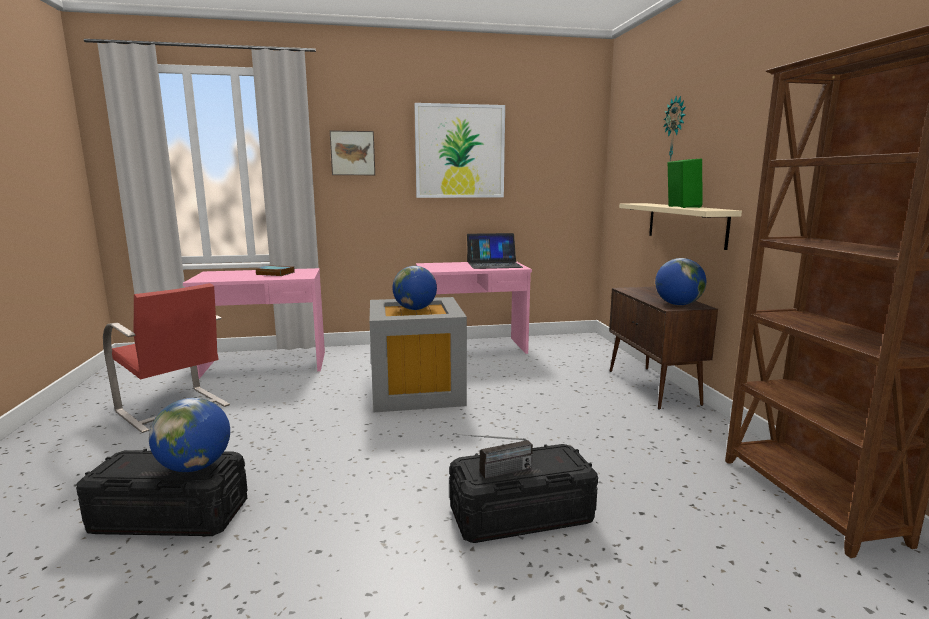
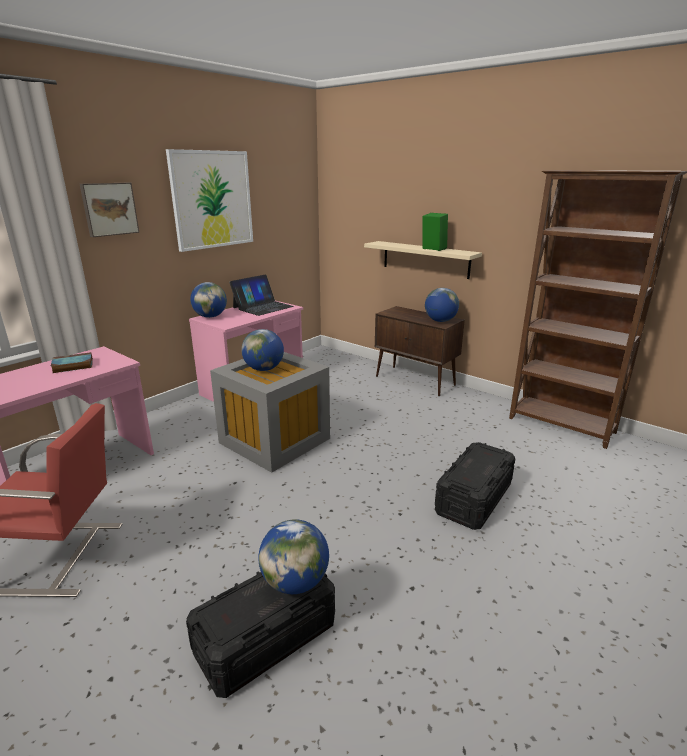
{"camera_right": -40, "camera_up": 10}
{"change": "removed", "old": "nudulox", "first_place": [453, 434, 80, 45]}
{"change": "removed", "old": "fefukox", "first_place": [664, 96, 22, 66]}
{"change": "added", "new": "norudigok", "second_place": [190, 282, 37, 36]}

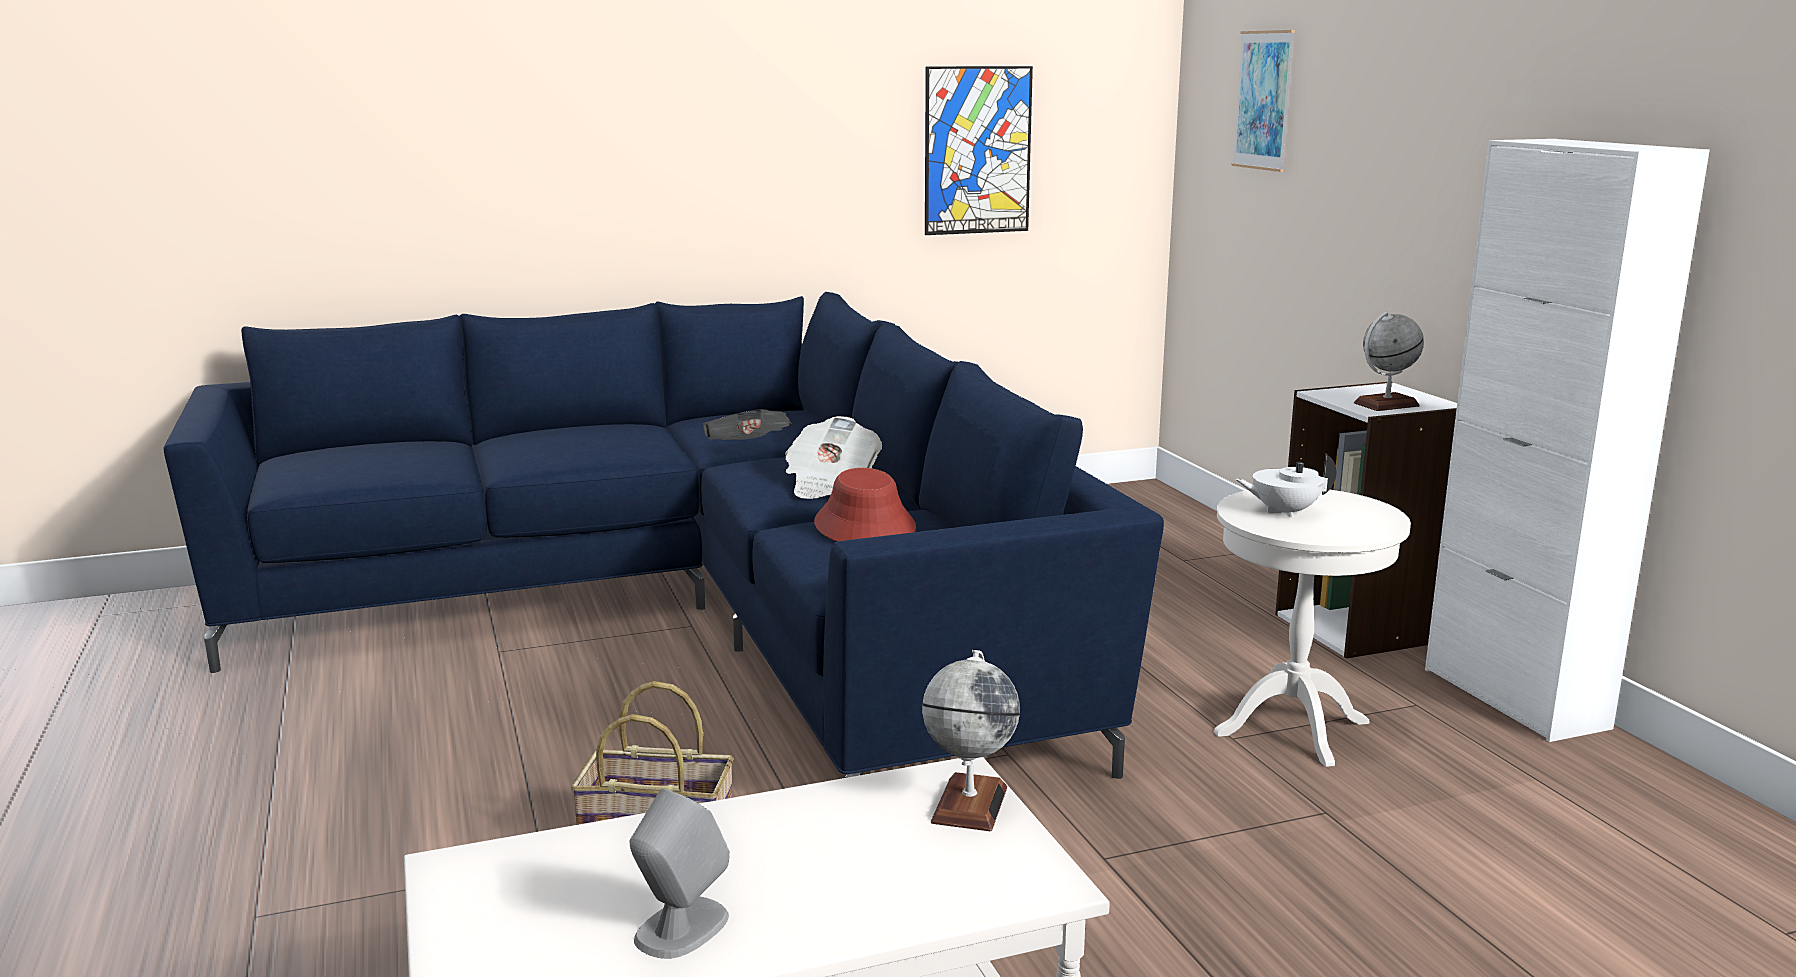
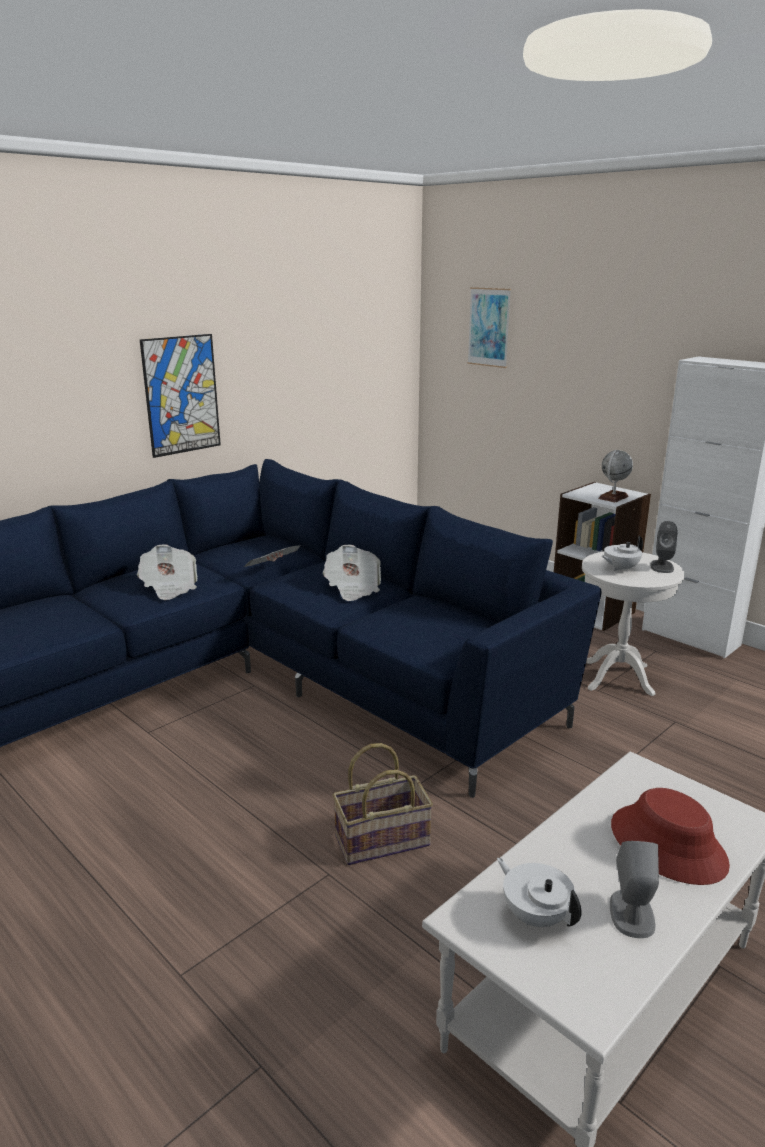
{"camera_right": -25, "camera_up": 5}
{"change": "removed", "old": "norudigok", "first_place": [922, 650, 98, 181]}
{"change": "added", "new": "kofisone", "second_place": [137, 544, 60, 56]}
{"change": "added", "new": "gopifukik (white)", "second_place": [497, 858, 84, 69]}
{"change": "added", "new": "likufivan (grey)", "second_place": [650, 521, 28, 52]}
{"change": "moved", "old": "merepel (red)", "first_place": [814, 468, 102, 74], "second_place": [611, 788, 119, 97]}
{"change": "moved", "old": "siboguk", "first_place": [925, 66, 108, 169], "second_place": [140, 334, 81, 124]}

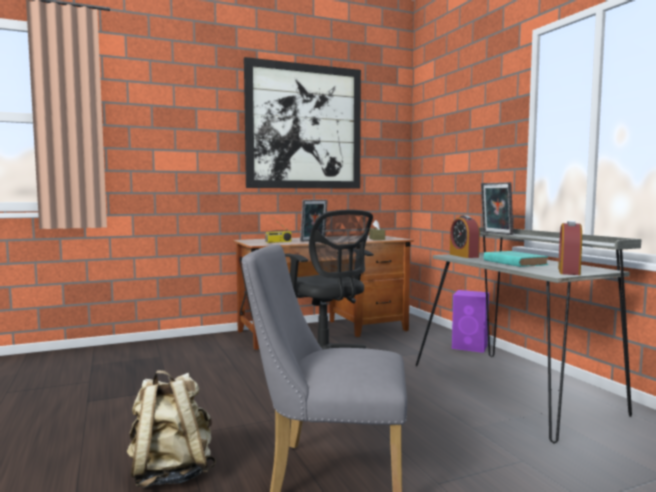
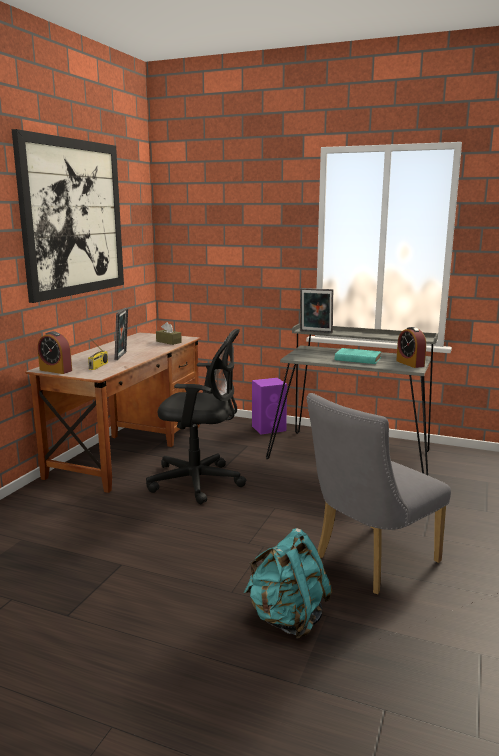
{"camera_right": -45, "camera_up": 10}
{"change": "moved", "old": "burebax", "first_place": [450, 215, 30, 43], "second_place": [38, 331, 34, 43]}
{"change": "recoloured", "old": "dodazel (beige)", "new": "dodazel (turquoise)", "first_place": [127, 370, 89, 118], "second_place": [244, 528, 88, 111]}

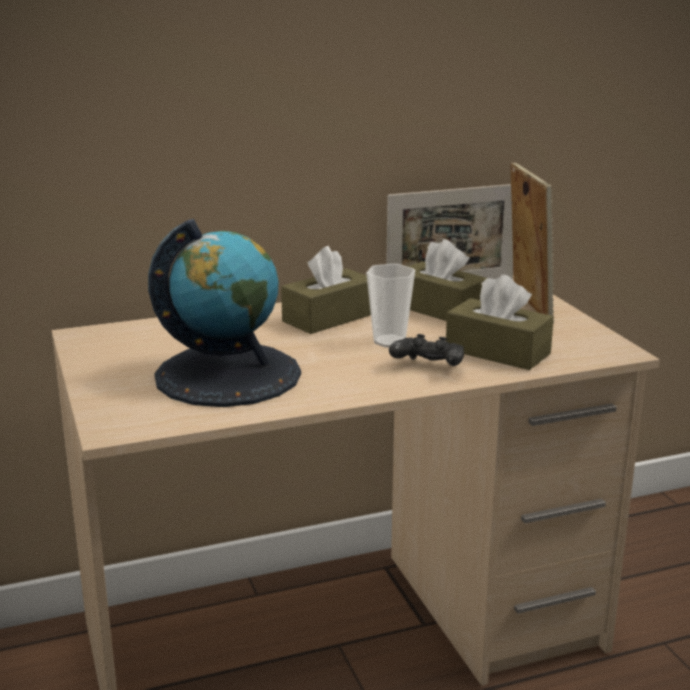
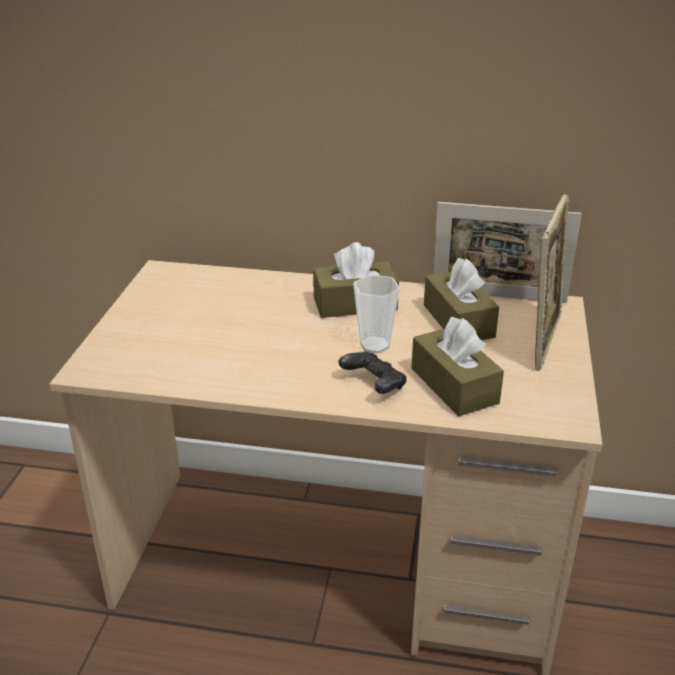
{"camera_right": 30, "camera_up": 10}
{"change": "removed", "old": "norudigok", "first_place": [148, 219, 153, 188]}

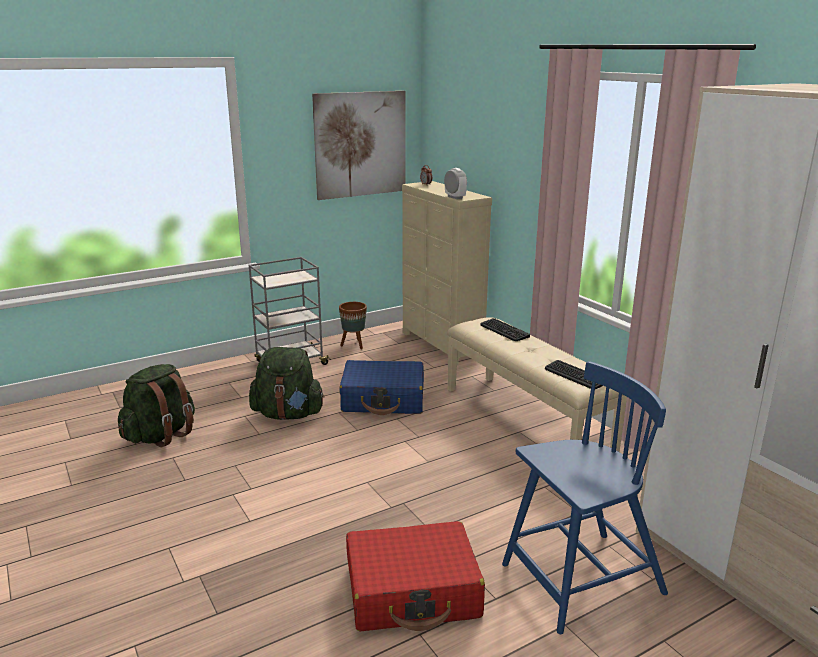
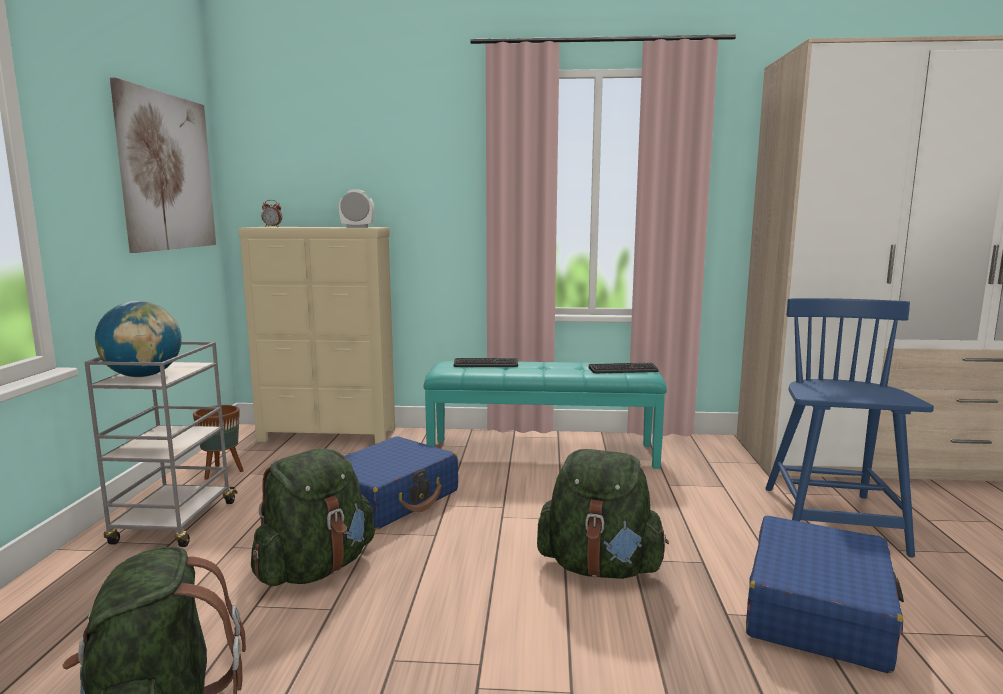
{"camera_right": -55, "camera_up": -10}
{"change": "added", "new": "norudigok", "second_place": [95, 301, 87, 76]}
{"change": "added", "new": "dodazel (green)", "second_place": [537, 449, 132, 130]}
{"change": "recoloured", "old": "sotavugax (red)", "new": "sotavugax (blue)", "first_place": [346, 521, 139, 110], "second_place": [746, 516, 158, 157]}
{"change": "recoloured", "old": "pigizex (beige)", "new": "pigizex (turquoise)", "first_place": [447, 317, 180, 135], "second_place": [424, 361, 243, 108]}

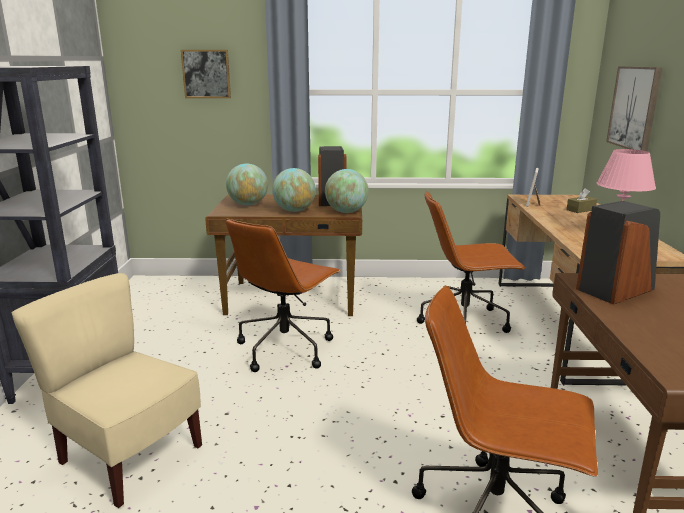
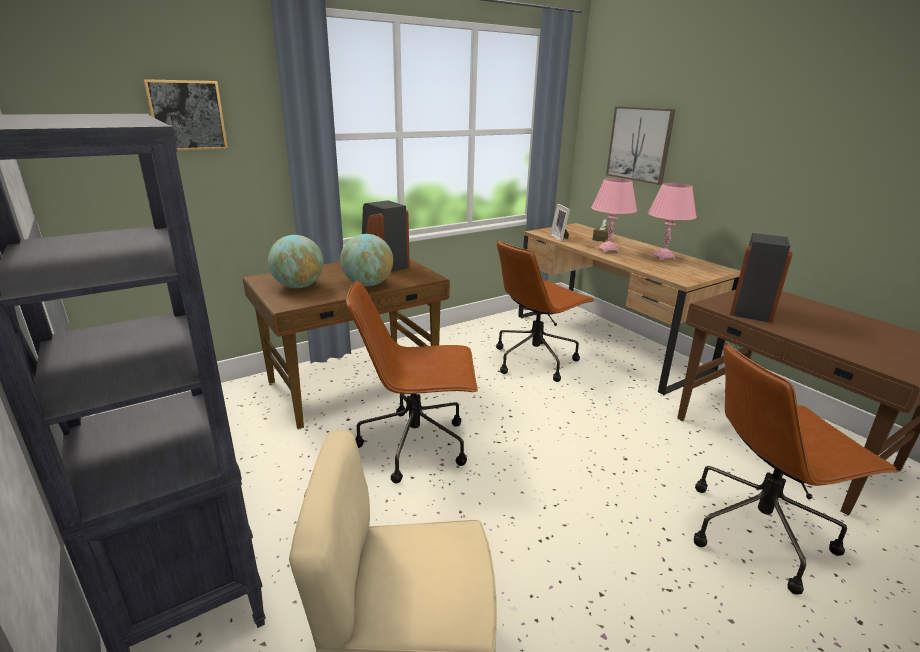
{"camera_right": -35, "camera_up": 5}
{"change": "removed", "old": "norudigok", "first_place": [325, 169, 44, 44]}
{"change": "added", "new": "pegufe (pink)", "second_place": [591, 178, 46, 75]}
{"change": "turned", "old": "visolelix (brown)", "first_place": [226, 219, 114, 153], "second_place": [346, 280, 132, 203], "degrees": 90}

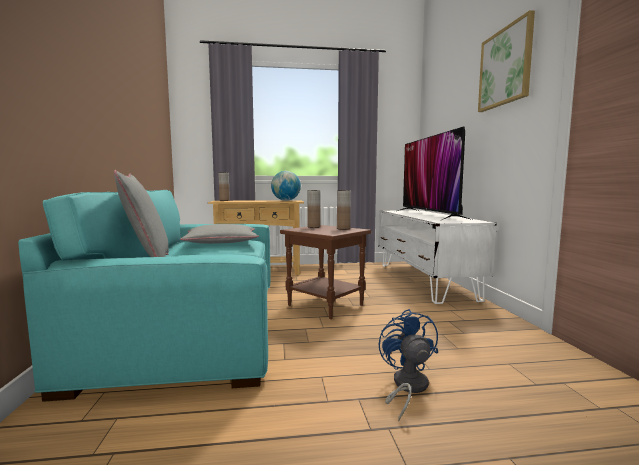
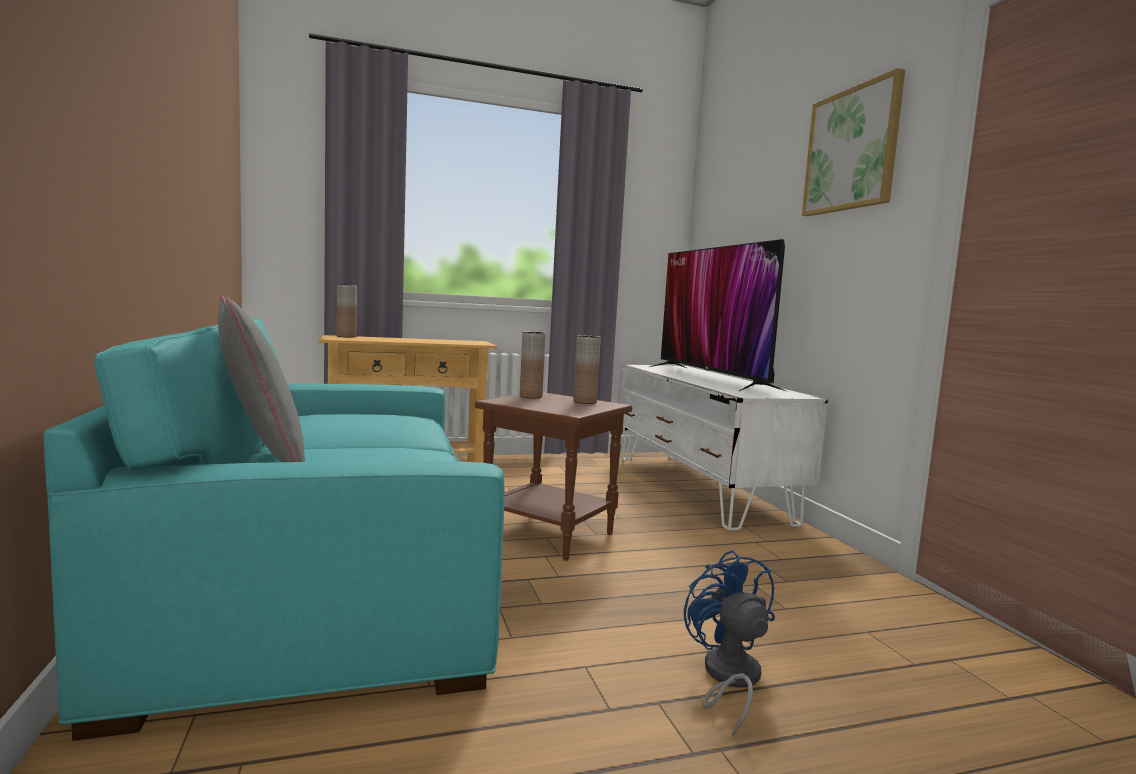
{"camera_right": -10, "camera_up": 0}
{"change": "removed", "old": "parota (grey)", "first_place": [180, 224, 79, 20]}
{"change": "removed", "old": "norudigok", "first_place": [271, 171, 30, 30]}

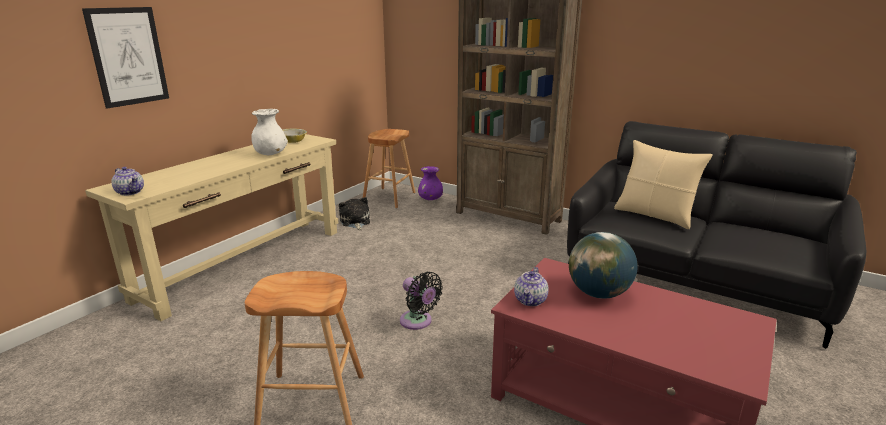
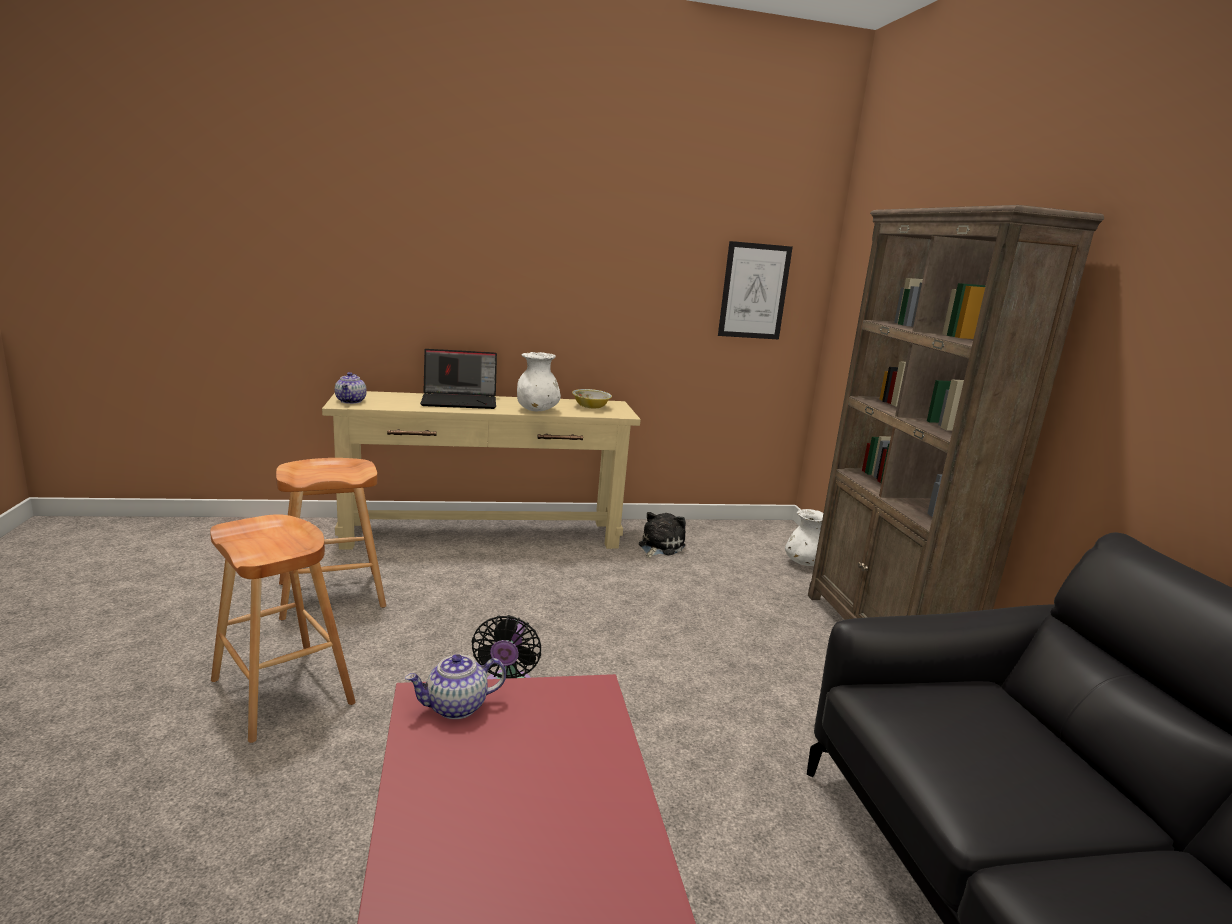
{"camera_right": 45, "camera_up": -5}
{"change": "removed", "old": "norudigok", "first_place": [569, 232, 69, 67]}
{"change": "removed", "old": "parota (beige)", "first_place": [614, 140, 99, 89]}
{"change": "added", "new": "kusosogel", "second_place": [420, 349, 77, 60]}
{"change": "moved", "old": "siboguk", "first_place": [82, 7, 87, 102], "second_place": [718, 241, 75, 98]}
{"change": "moved", "old": "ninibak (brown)", "first_place": [363, 129, 53, 79], "second_place": [276, 458, 110, 162]}
{"change": "recoloured", "old": "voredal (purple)", "new": "voredal (white)", "first_place": [418, 166, 25, 34], "second_place": [785, 509, 38, 57]}

